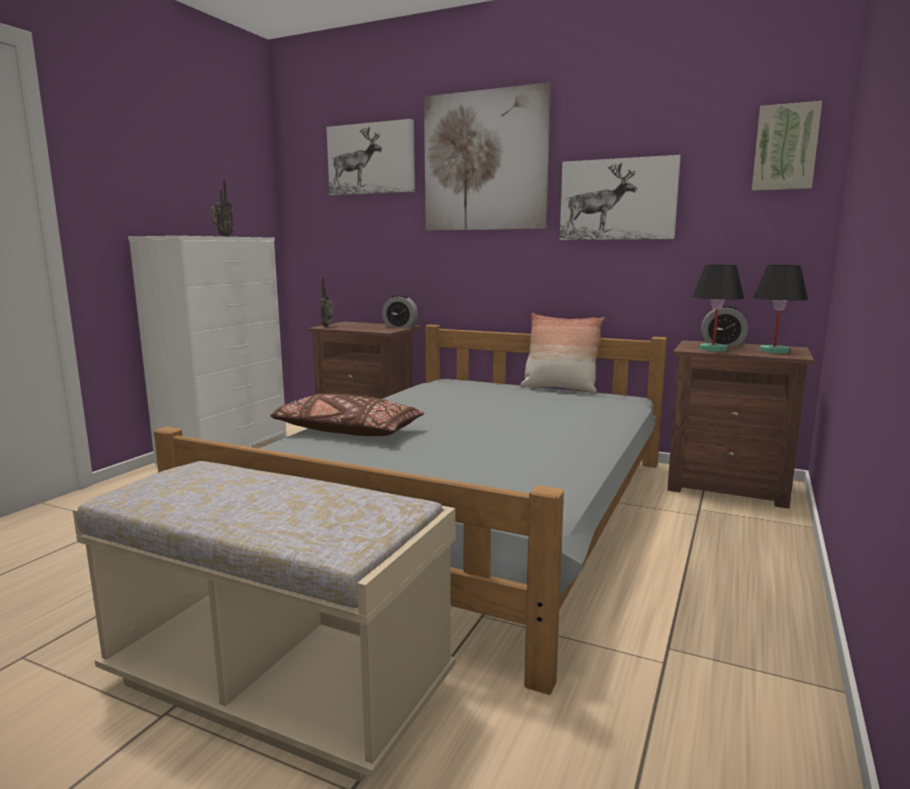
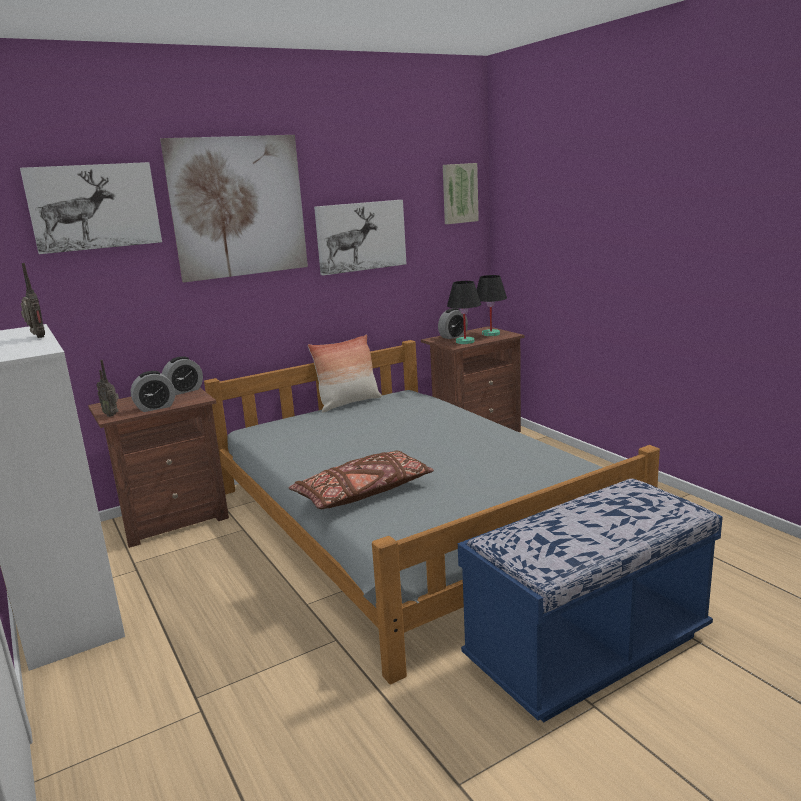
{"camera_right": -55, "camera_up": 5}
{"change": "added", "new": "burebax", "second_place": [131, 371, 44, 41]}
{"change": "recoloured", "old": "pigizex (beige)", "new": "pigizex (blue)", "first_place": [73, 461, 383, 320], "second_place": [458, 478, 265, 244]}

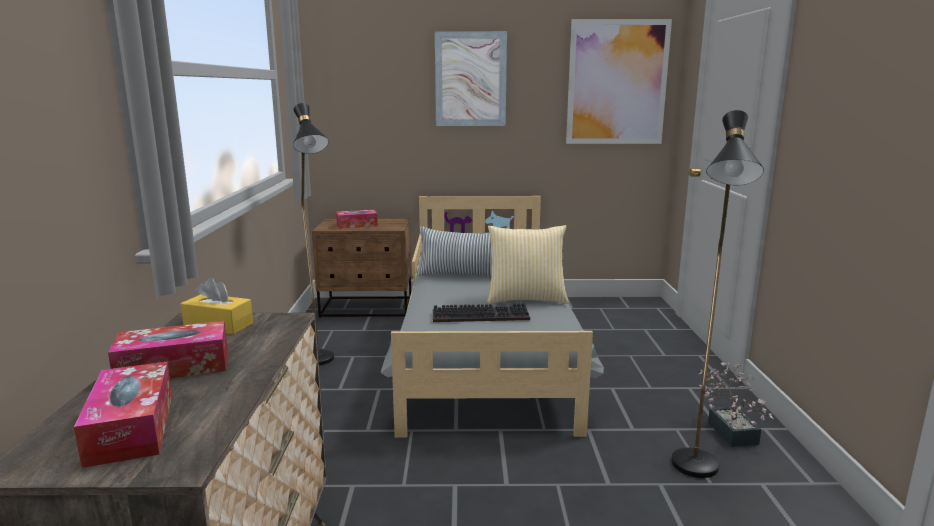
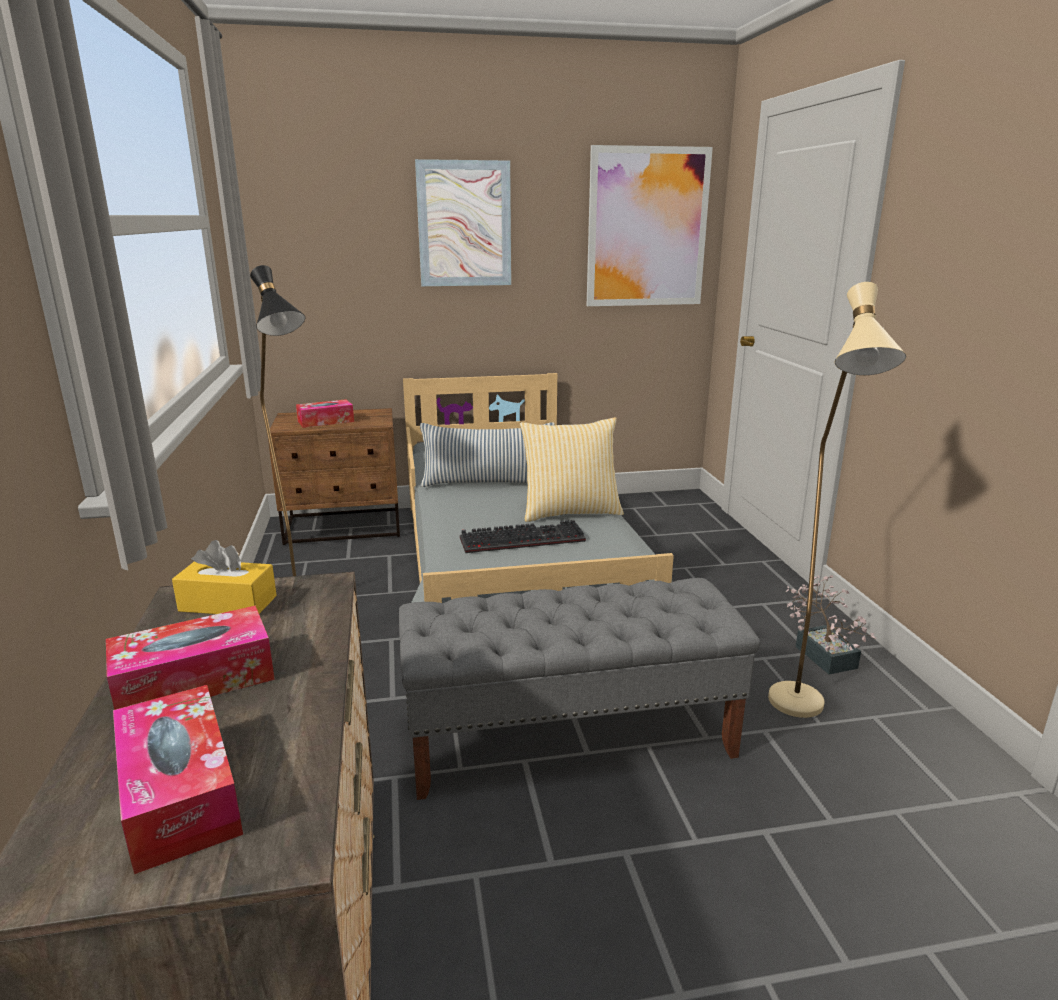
{"camera_right": -10, "camera_up": 5}
{"change": "added", "new": "pigizex (grey)", "second_place": [399, 578, 361, 222]}
{"change": "recoloured", "old": "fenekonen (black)", "new": "fenekonen (beige)", "first_place": [671, 110, 93, 368], "second_place": [768, 282, 138, 436]}

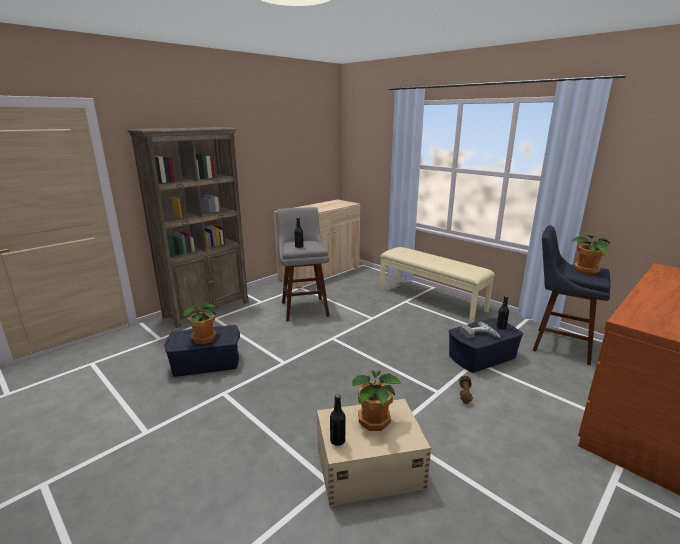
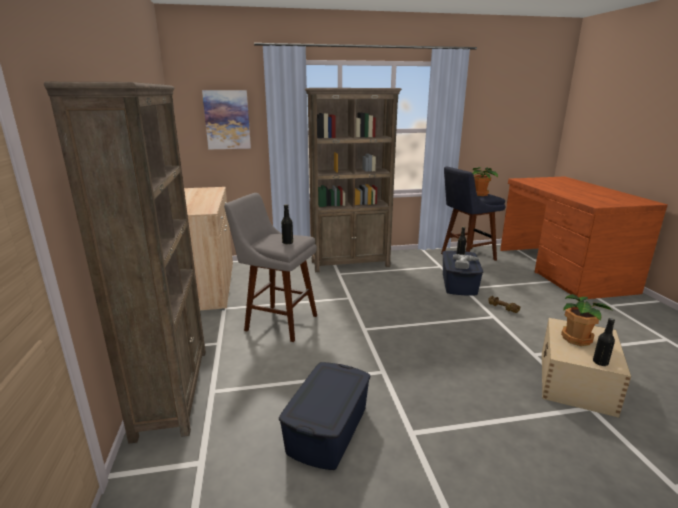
{"camera_right": -55, "camera_up": 0}
{"change": "removed", "old": "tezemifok", "first_place": [183, 303, 34, 41]}
{"change": "added", "new": "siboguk", "second_place": [202, 90, 49, 60]}
{"change": "replaced", "old": "pigizex (beige)", "new": "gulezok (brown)", "first_place": [380, 247, 115, 76], "second_place": [305, 88, 97, 184]}

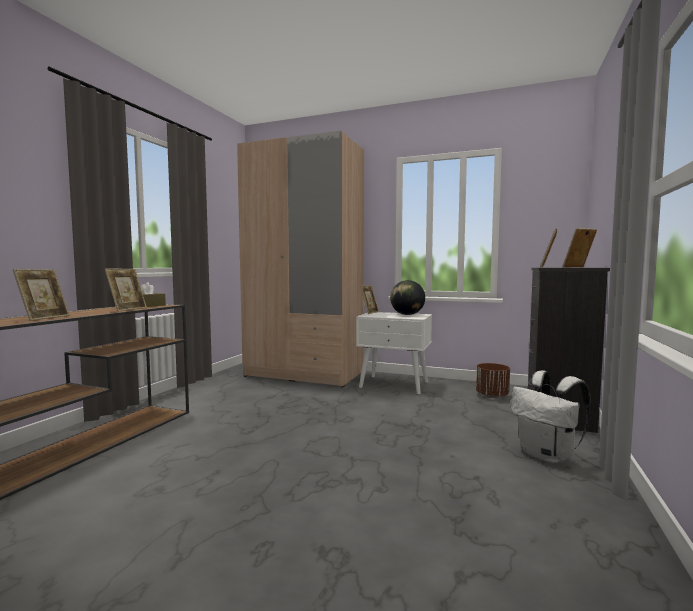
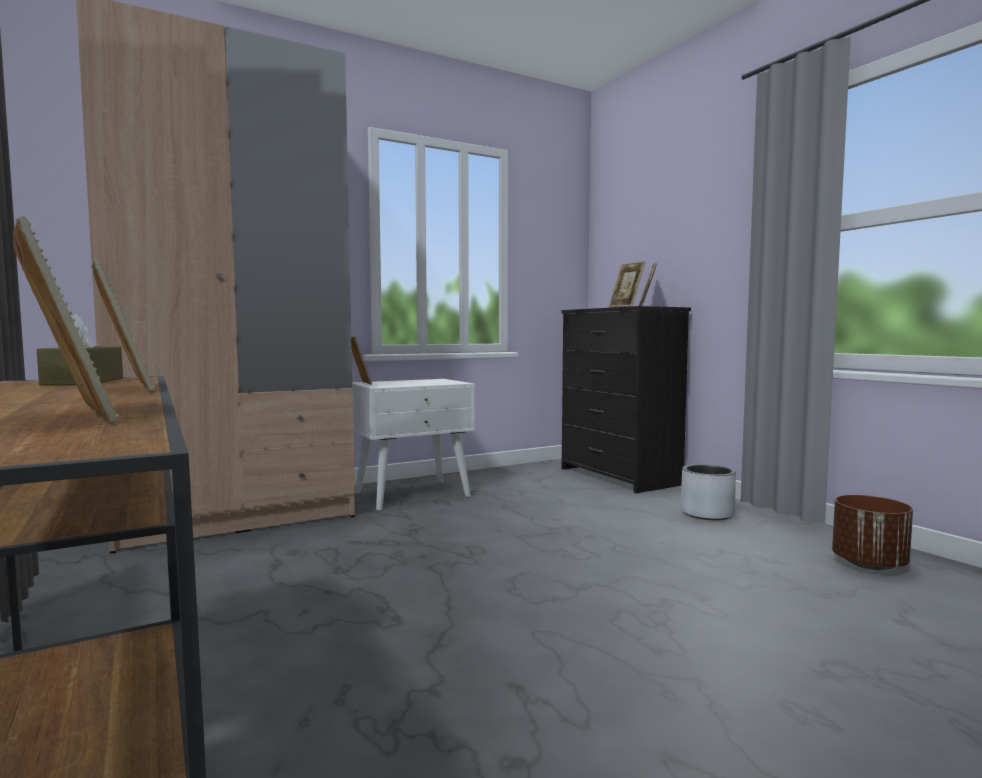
{"camera_right": -50, "camera_up": 0}
{"change": "removed", "old": "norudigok", "first_place": [390, 280, 35, 35]}
{"change": "moved", "old": "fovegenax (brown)", "first_place": [476, 363, 34, 35], "second_place": [832, 495, 81, 75]}
{"change": "replaced", "old": "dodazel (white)", "new": "fovegenax (grey)", "first_place": [511, 371, 79, 93], "second_place": [680, 464, 56, 56]}

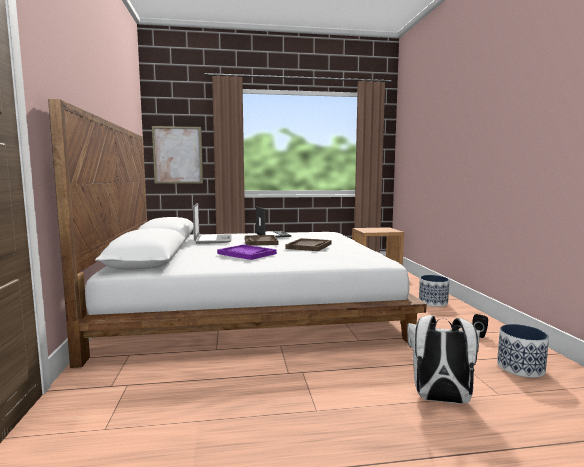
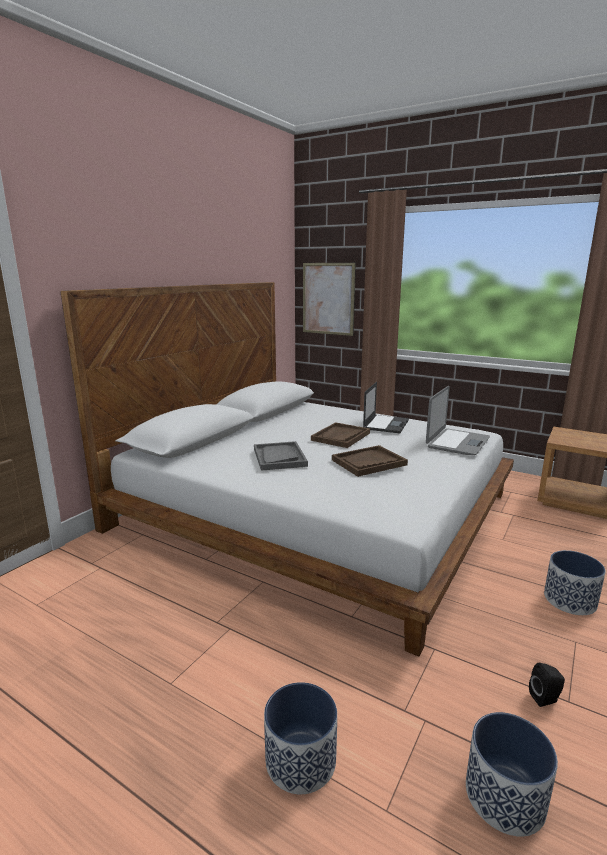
{"camera_right": 40, "camera_up": 10}
{"change": "moved", "old": "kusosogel", "first_place": [193, 203, 38, 41], "second_place": [426, 386, 64, 69]}
{"change": "replaced", "old": "dodazel (white)", "new": "fovegenax", "first_place": [407, 315, 73, 89], "second_place": [264, 682, 73, 112]}
{"change": "recoloured", "old": "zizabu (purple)", "new": "zizabu (grey)", "first_place": [217, 245, 60, 15], "second_place": [254, 441, 54, 30]}

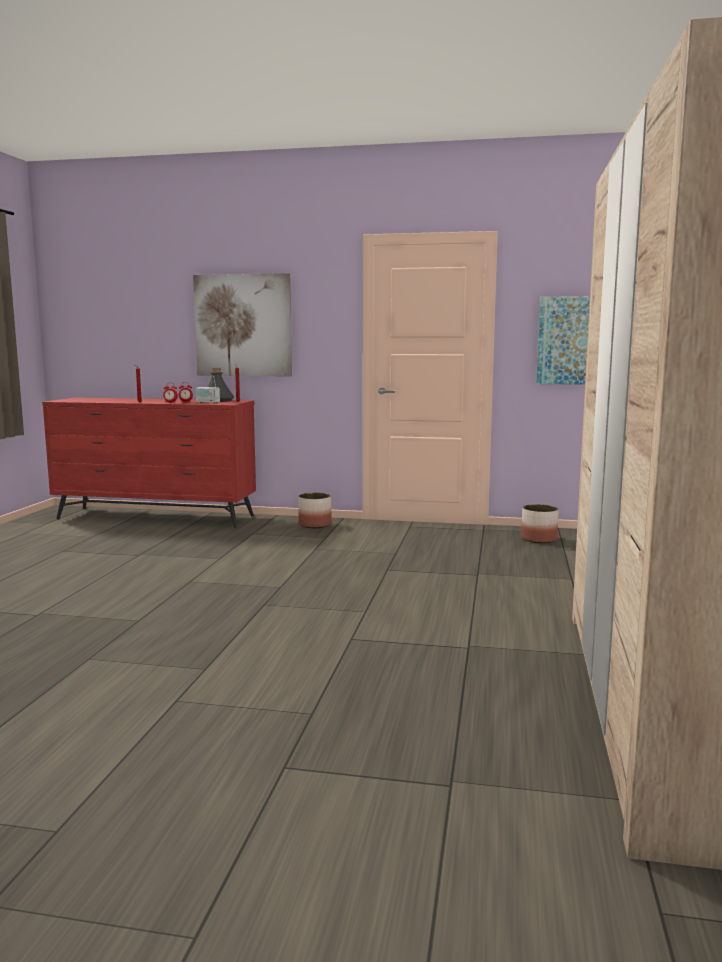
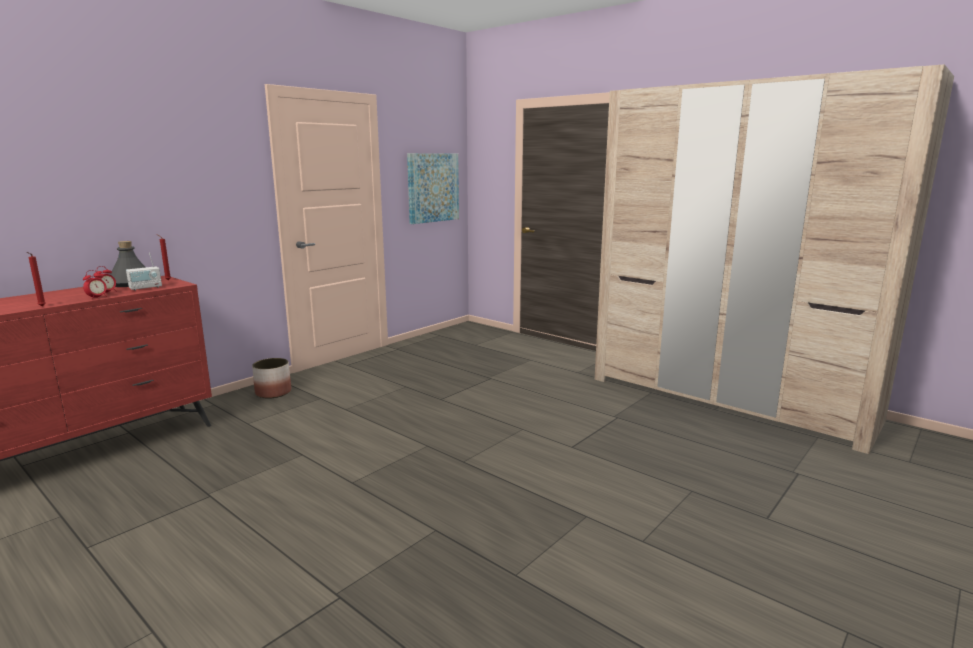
{"camera_right": -60, "camera_up": 5}
{"change": "removed", "old": "siboguk", "first_place": [193, 273, 99, 104]}
{"change": "removed", "old": "fovegenax", "first_place": [521, 504, 38, 39]}

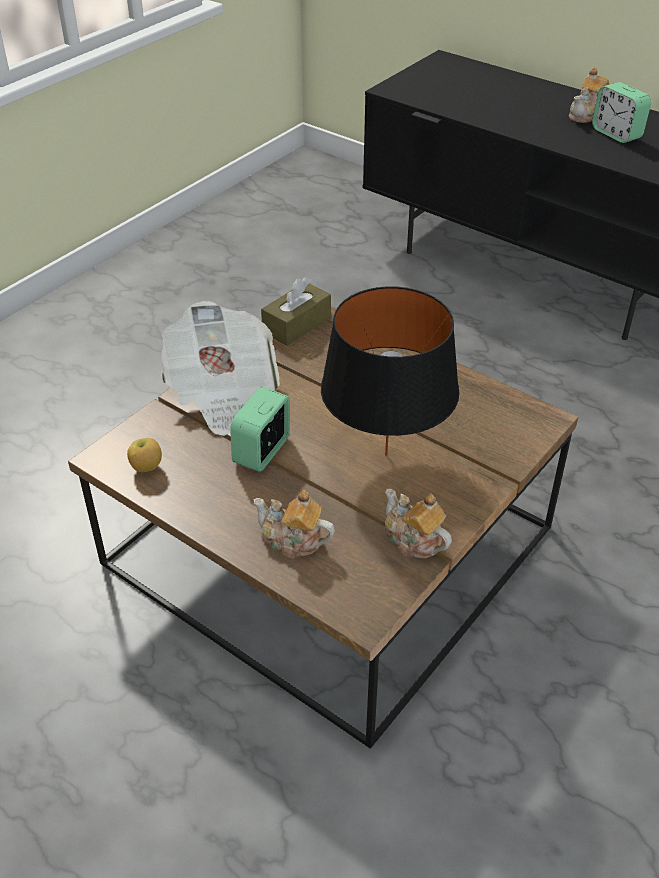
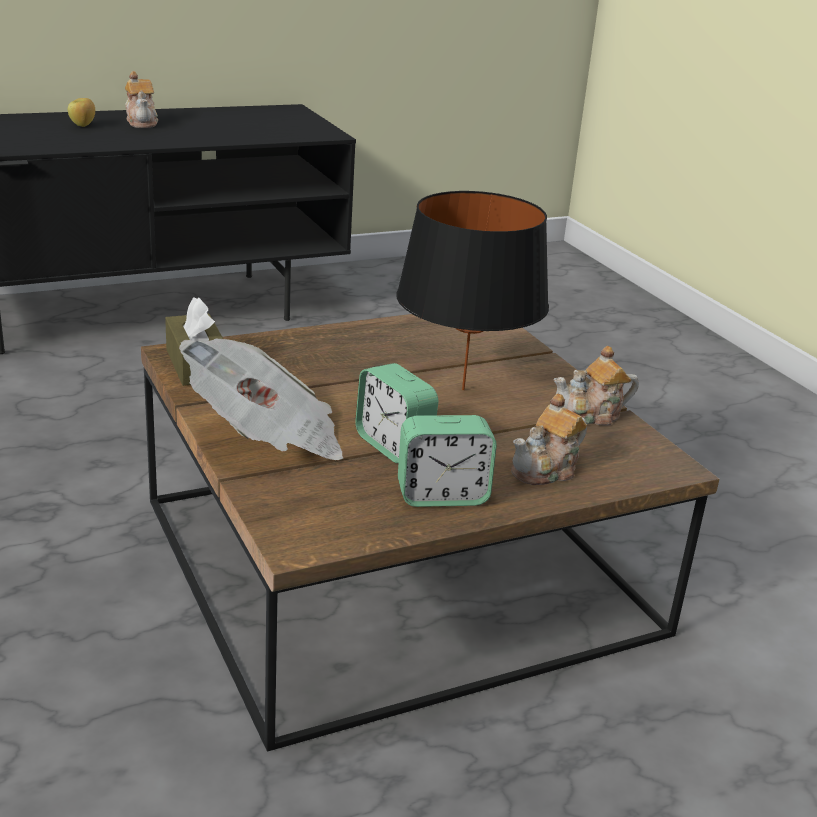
{"camera_right": -65, "camera_up": -15}
{"change": "moved", "old": "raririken", "first_place": [127, 438, 35, 34], "second_place": [68, 98, 27, 29]}
{"change": "moved", "old": "burebax", "first_place": [592, 82, 59, 61], "second_place": [398, 415, 99, 92]}

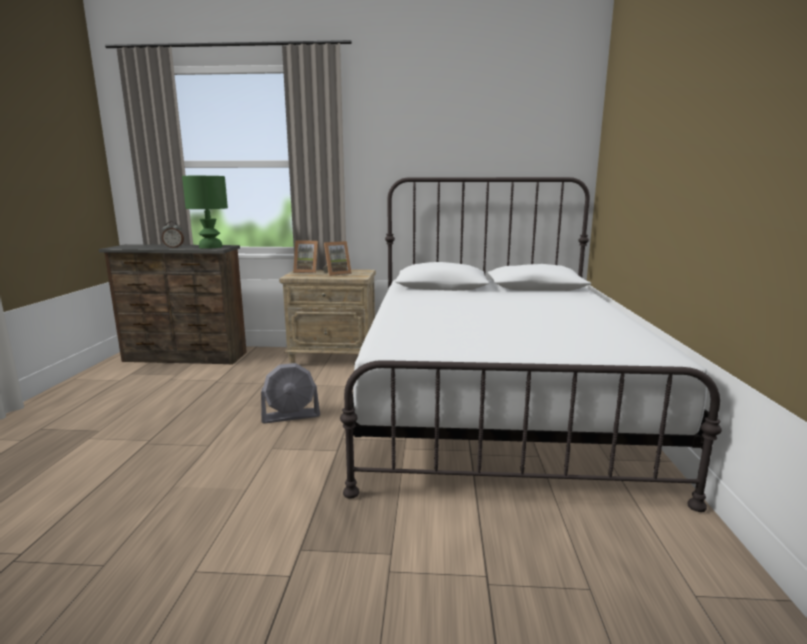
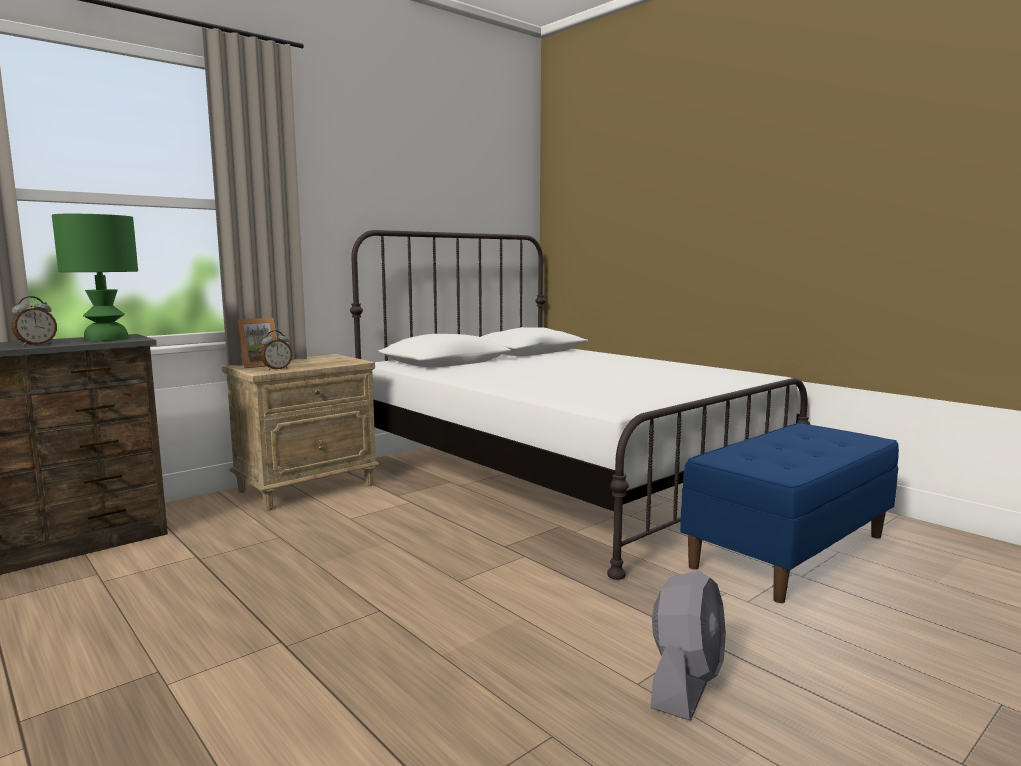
{"camera_right": -45, "camera_up": -5}
{"change": "removed", "old": "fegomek", "first_place": [323, 241, 29, 35]}
{"change": "added", "new": "burebax", "second_place": [261, 330, 31, 40]}
{"change": "added", "new": "pigizex (blue)", "second_place": [680, 423, 219, 180]}
{"change": "moved", "old": "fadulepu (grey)", "first_place": [261, 363, 59, 60], "second_place": [650, 571, 76, 150]}

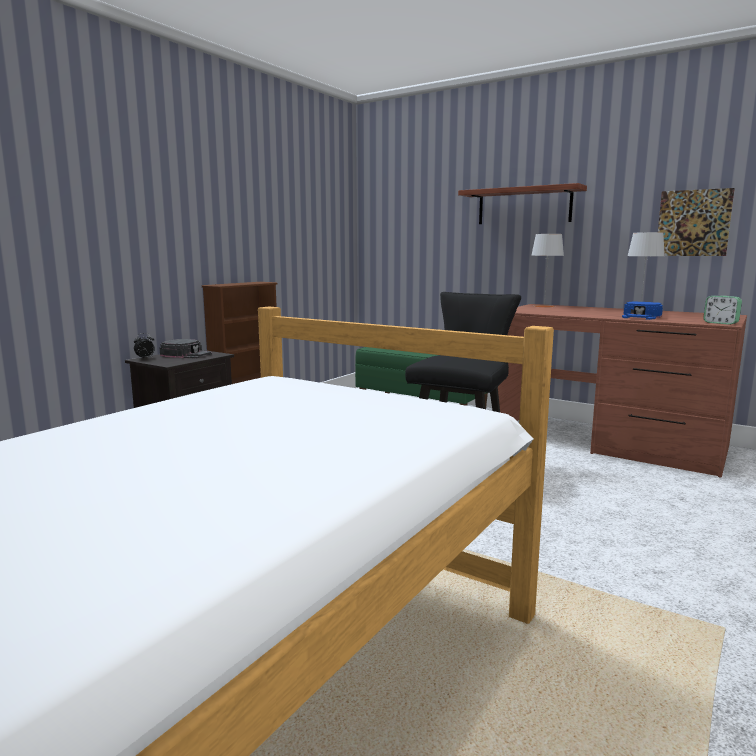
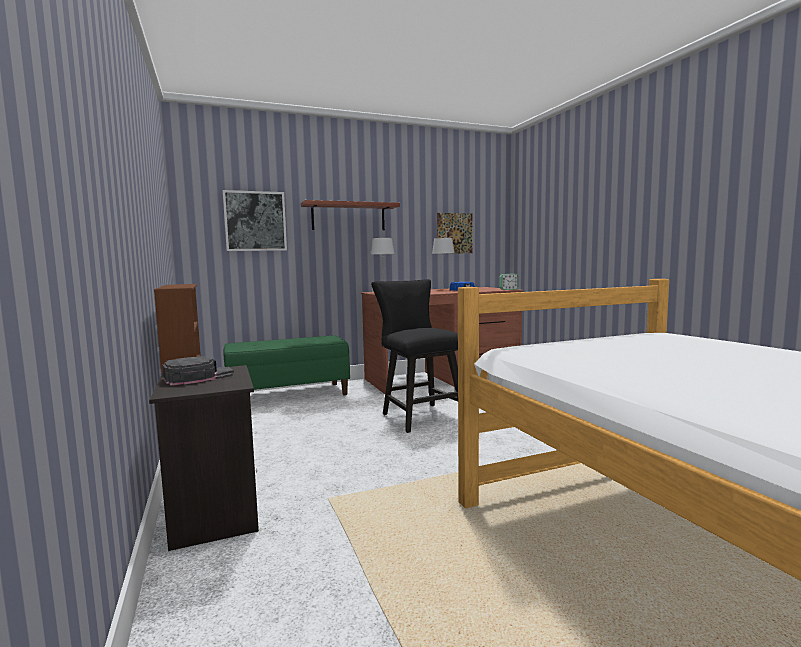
{"camera_right": -55, "camera_up": -5}
{"change": "removed", "old": "burebax", "first_place": [134, 333, 21, 26]}
{"change": "added", "new": "siboguk", "second_place": [223, 190, 64, 61]}

